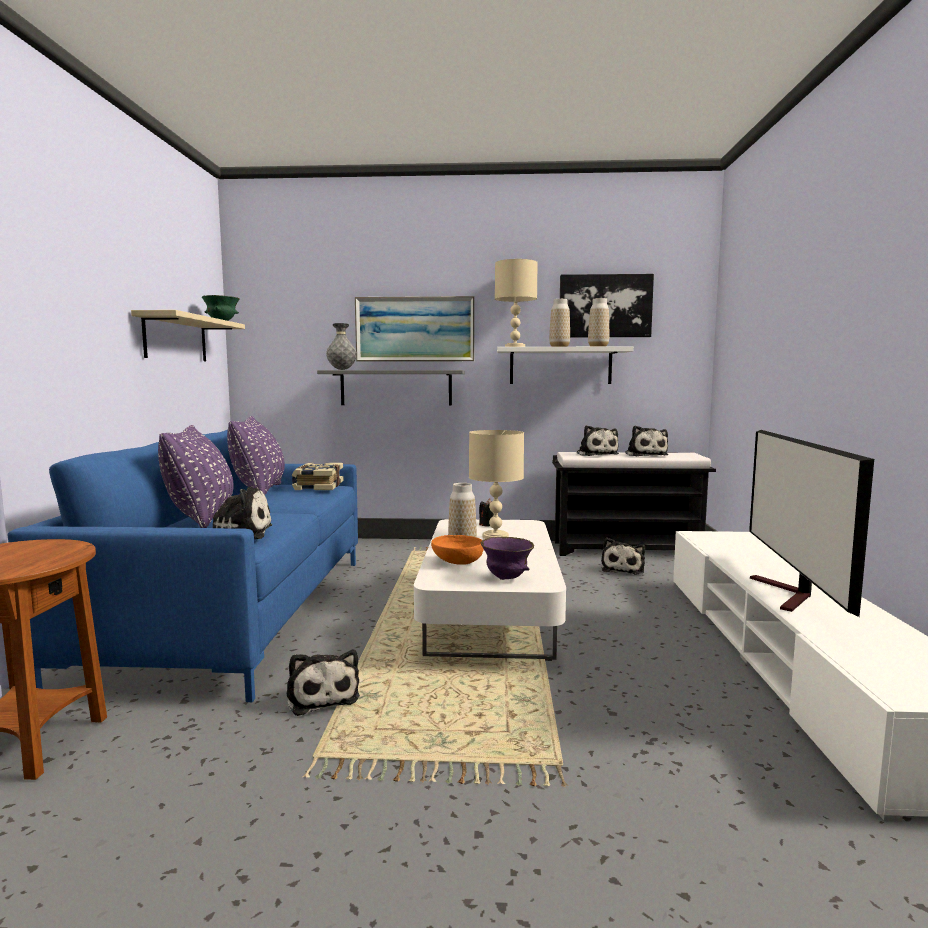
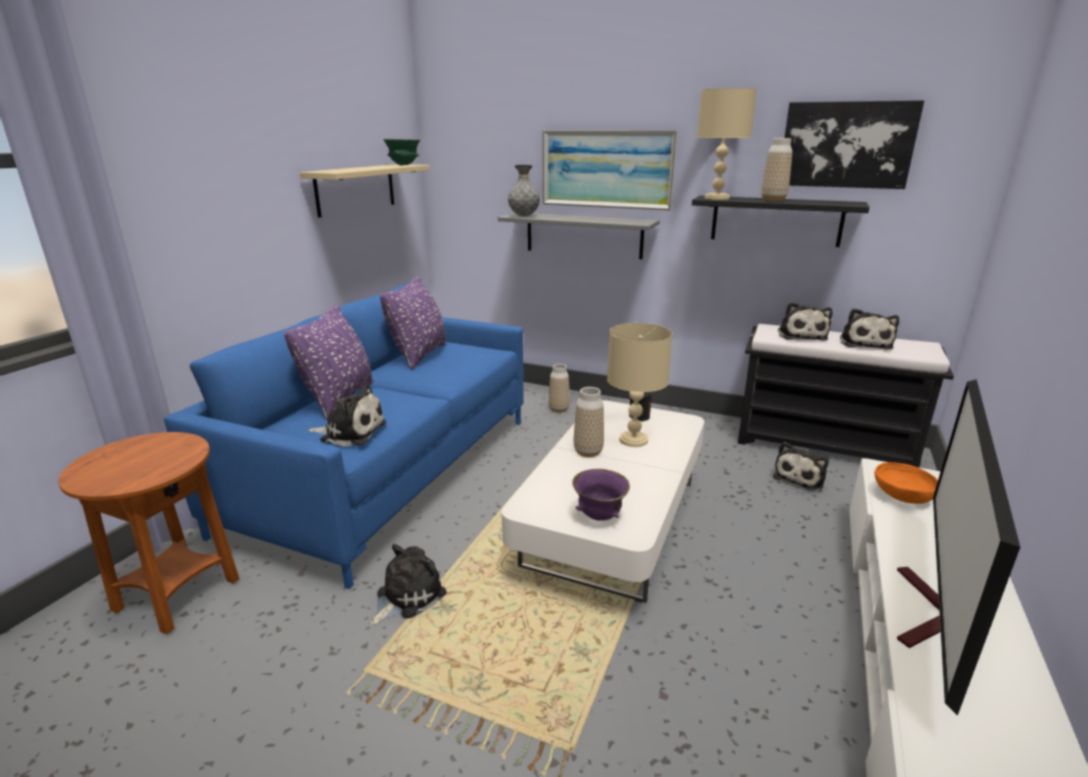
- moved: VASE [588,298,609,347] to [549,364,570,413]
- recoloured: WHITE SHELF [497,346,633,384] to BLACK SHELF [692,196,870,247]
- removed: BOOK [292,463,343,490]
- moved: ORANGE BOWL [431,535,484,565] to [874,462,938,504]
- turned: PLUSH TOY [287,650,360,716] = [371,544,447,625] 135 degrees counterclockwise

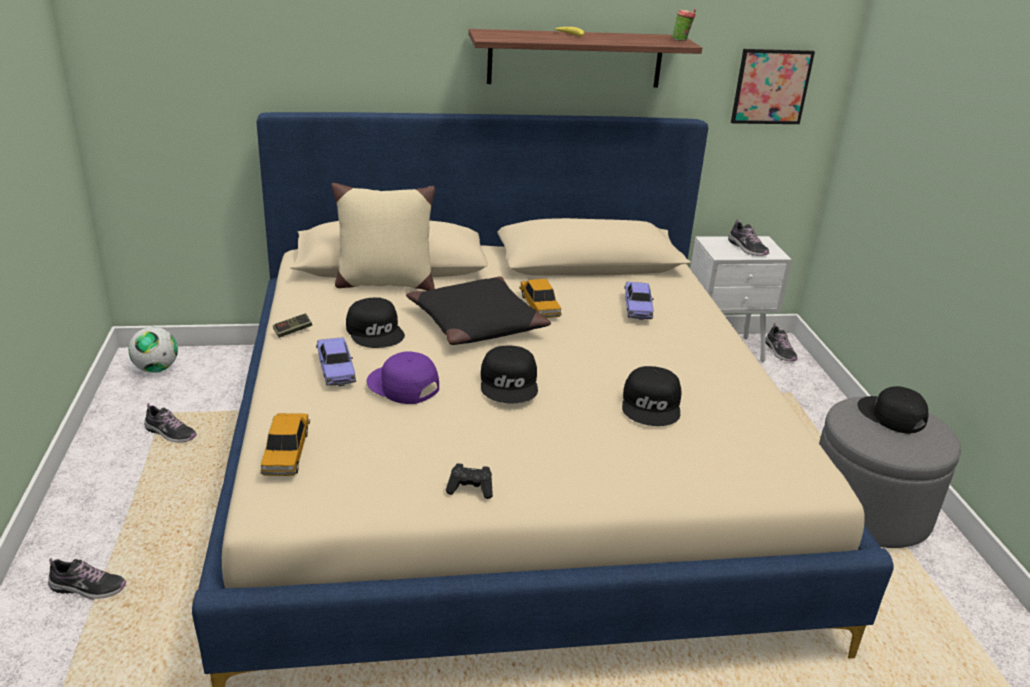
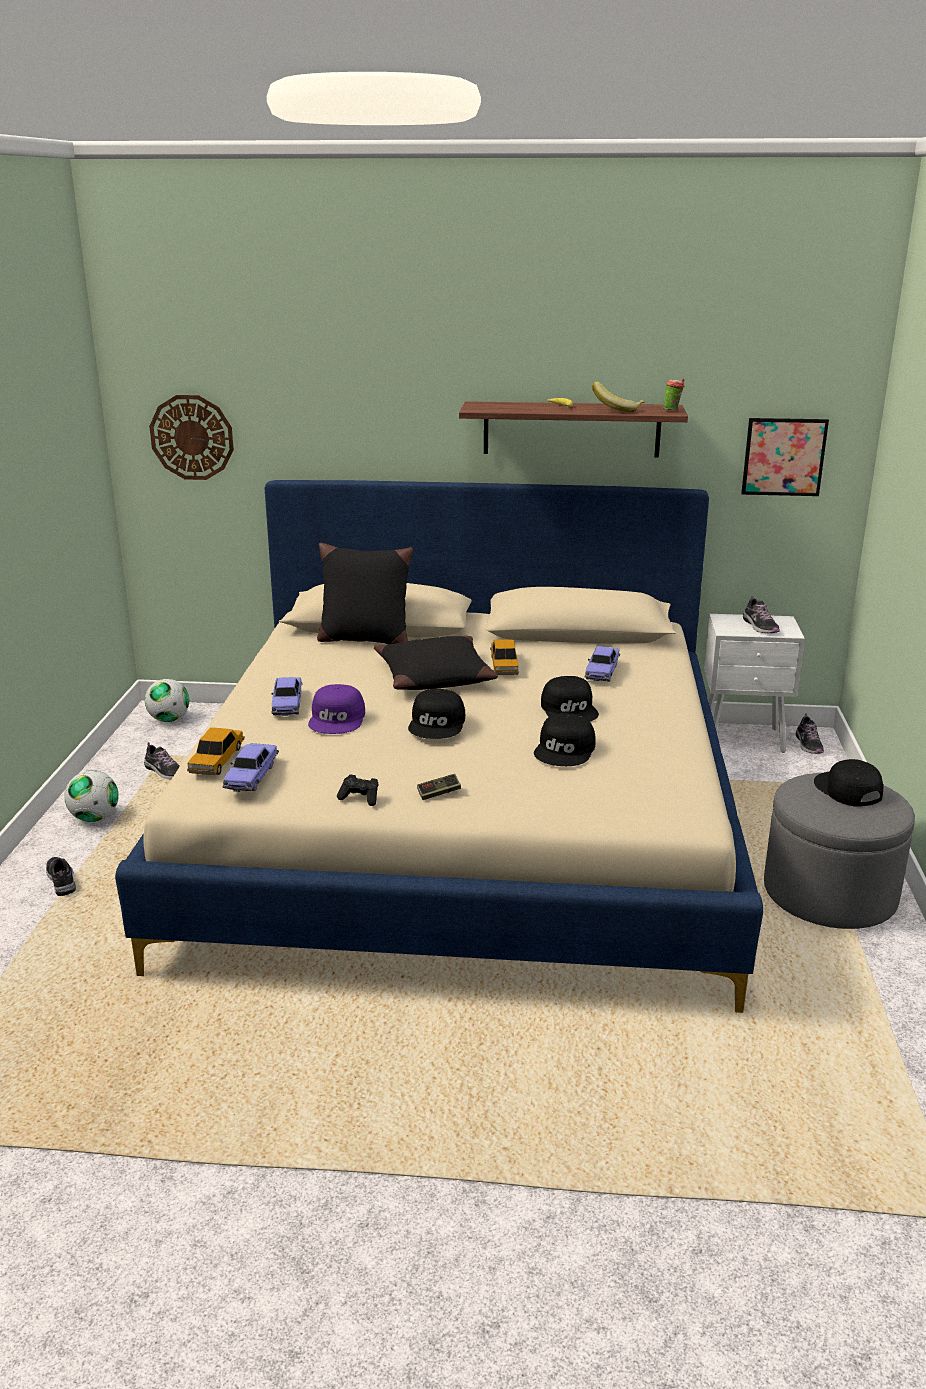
- recoloured: BEIGE PILLOW [331,183,435,291] to BLACK PILLOW [317,543,413,644]
- moved: BLACK CAP [346,297,405,348] to [541,676,599,722]
- moved: GAME CONTROLLER [273,313,312,338] to [417,774,461,800]
- turned: PURPLE CAP [367,351,439,404] = [308,684,365,734] 135 degrees counterclockwise
- turned: SHOE [48,558,126,600] = [46,857,76,896] 135 degrees counterclockwise
- added: BANANA [592,381,645,412]
- added: WALL CLOCK [149,395,234,480]
- added: TOY CAR [222,743,279,792]
- added: FOOTBALL [64,770,119,822]

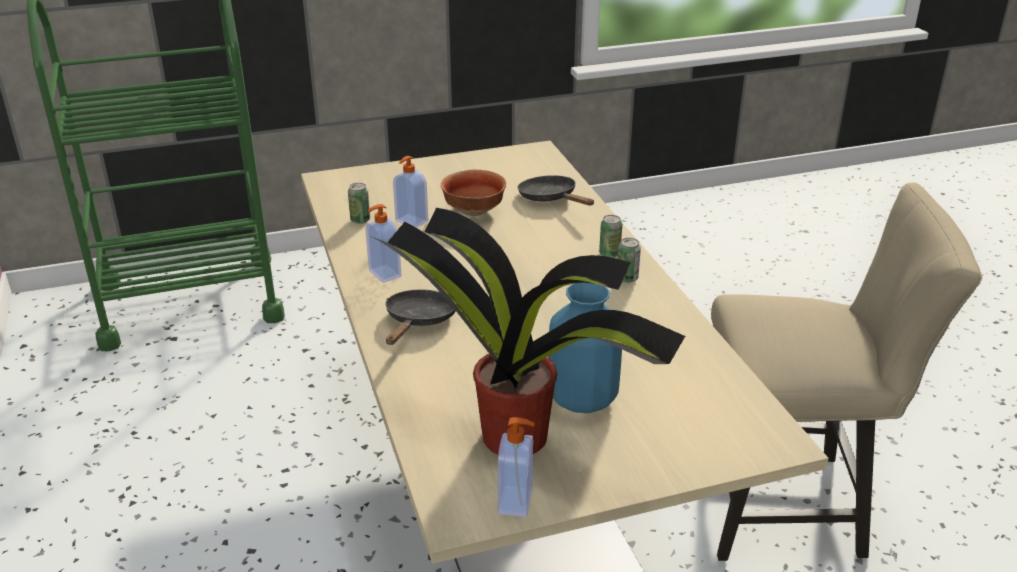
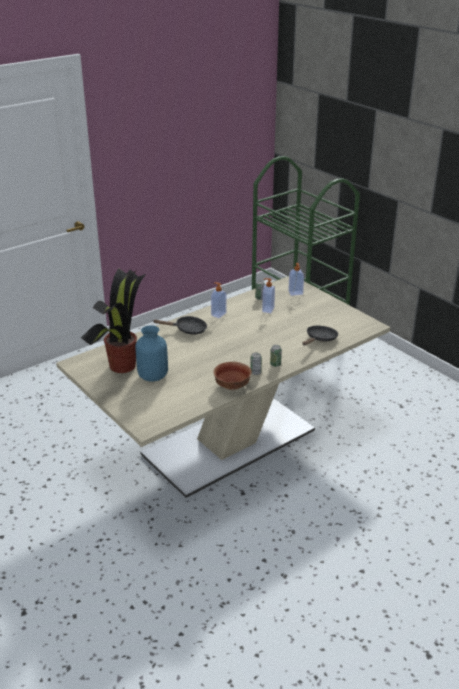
- moved: BOWL [441,170,506,216] to [213,362,252,390]
- removed: BEIGE CHAIR [711,182,982,561]
- moved: SOAP DISPENSER [498,417,535,517] to [288,263,304,296]

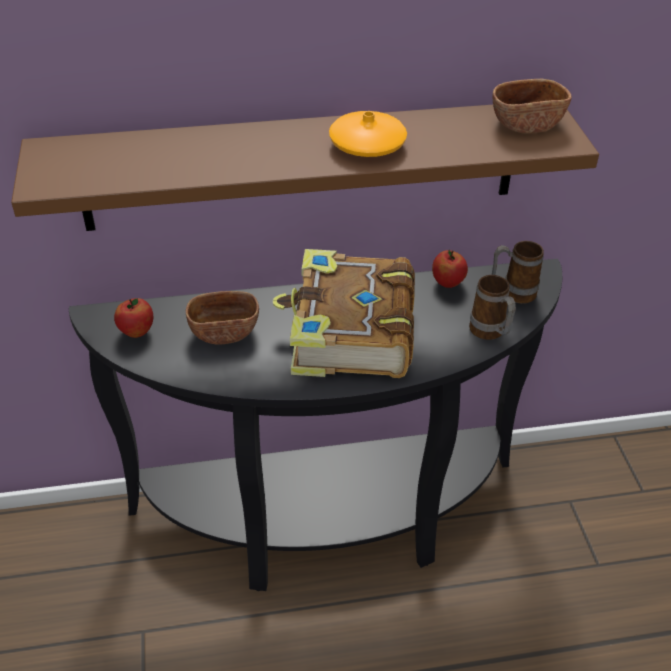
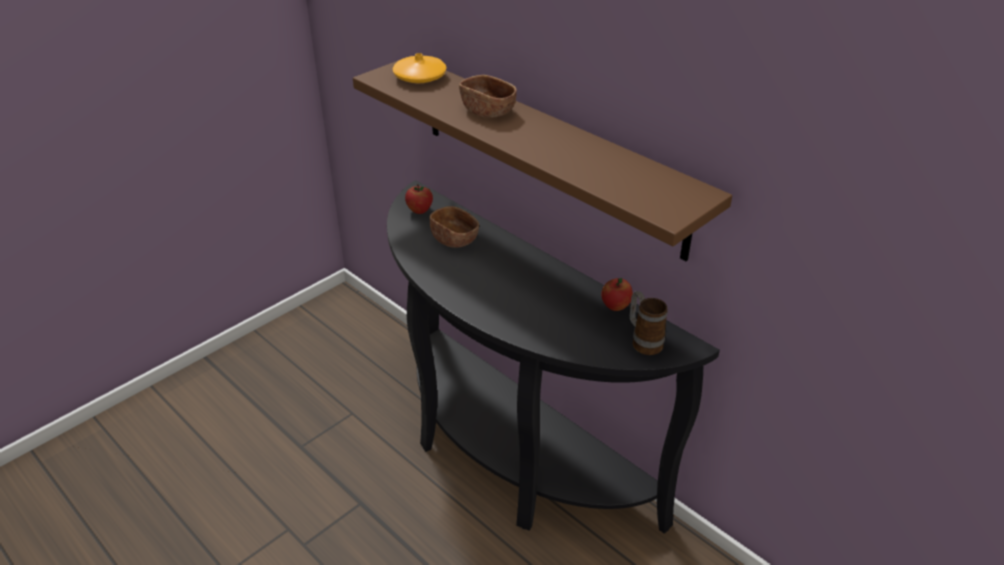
- moved: BROWN BOWL [493,79,572,133] to [459,75,517,118]
- moved: ORANGE VASE [329,111,407,157] to [392,53,447,83]
- removed: BOOK [273,249,415,378]
- removed: MUG [469,275,516,340]

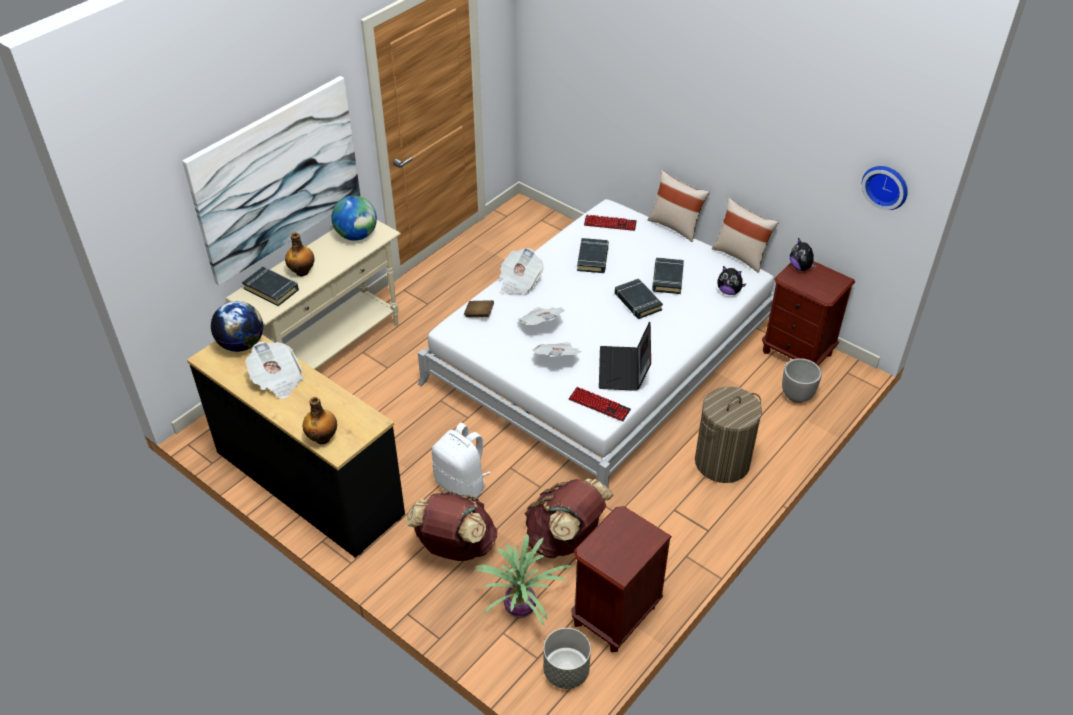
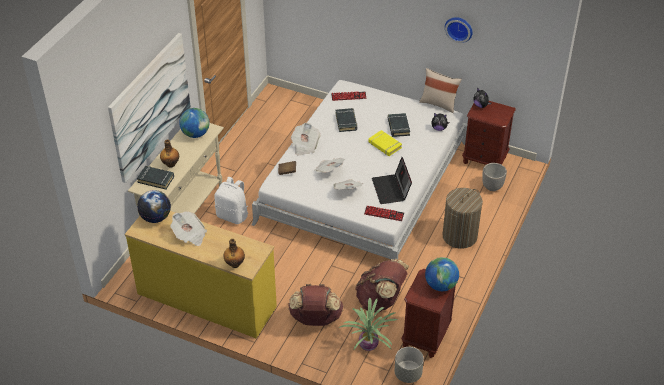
- moved: WALL CLOCK [862,166,908,210] to [445,17,472,43]
- removed: BEIGE PILLOW [647,170,710,242]
- recoloured: BLACK BOOK [615,278,663,319] to YELLOW BOOK [369,130,402,156]
- recoloured: BLACK DRESSER [187,335,405,558] to YELLOW DRESSER [125,211,277,338]
- moved: WHITE BACKPACK [432,423,490,498] to [214,177,248,224]
- added: GLOBE [425,257,459,291]

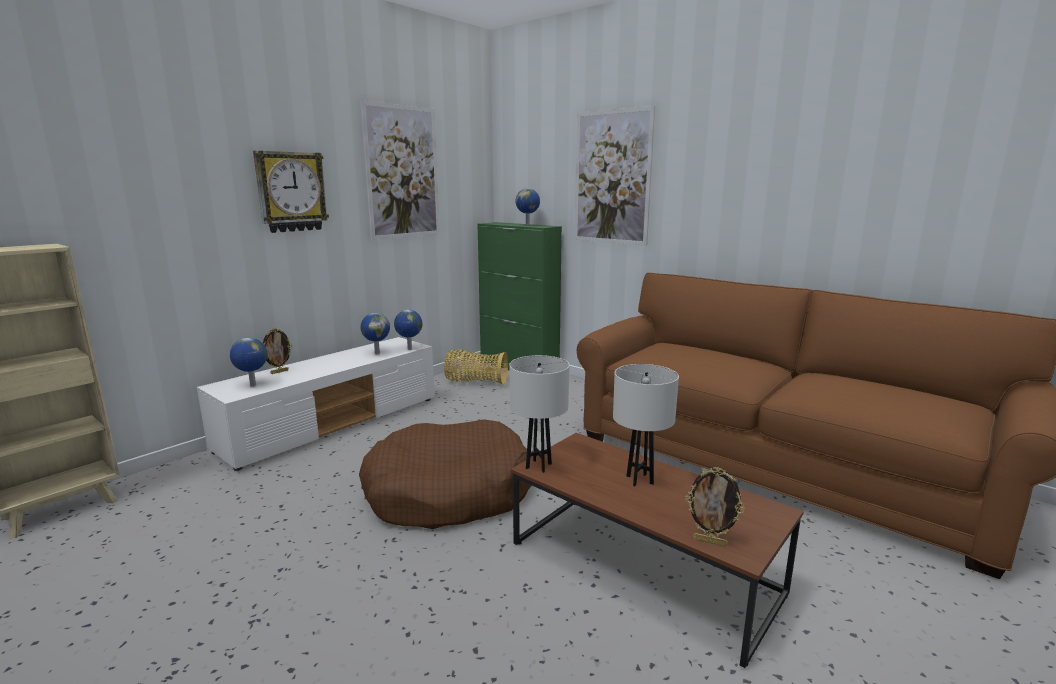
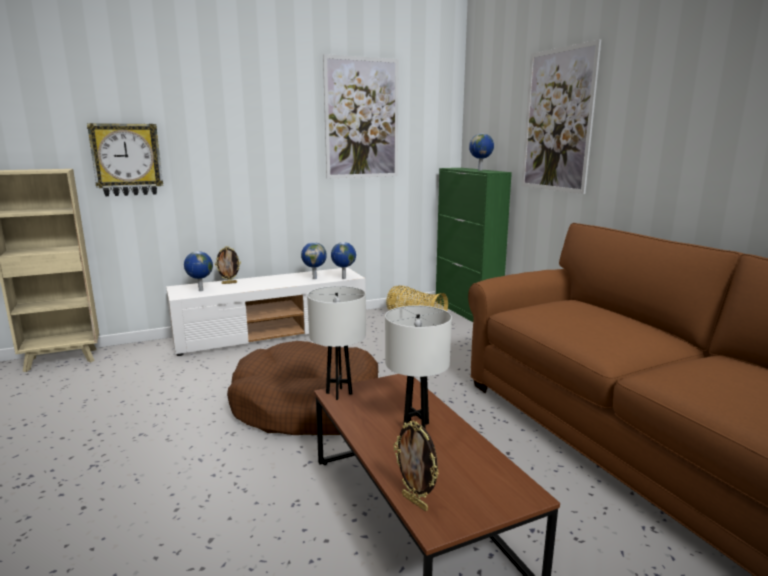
- moved: WALL CLOCK [253,151,329,233] to [87,123,163,196]

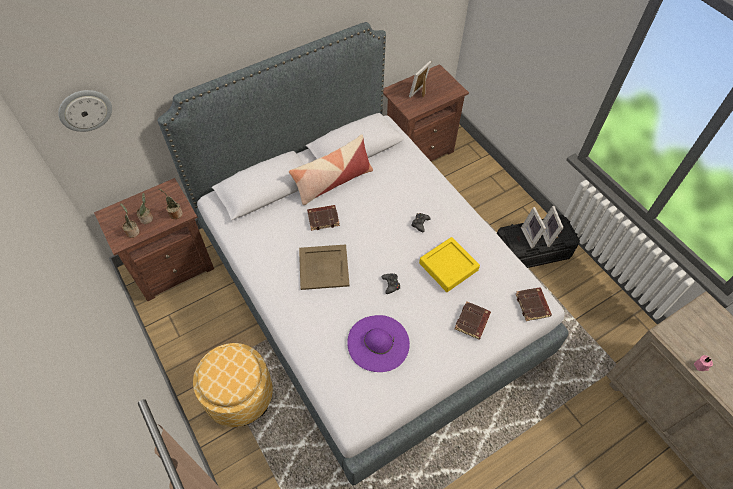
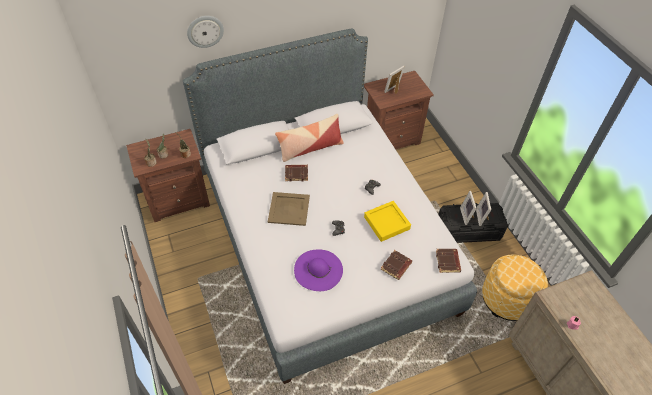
- moved: WALL CLOCK [58,90,112,132] to [187,16,224,48]
- moved: OTTOMAN [193,343,273,427] to [482,255,548,321]

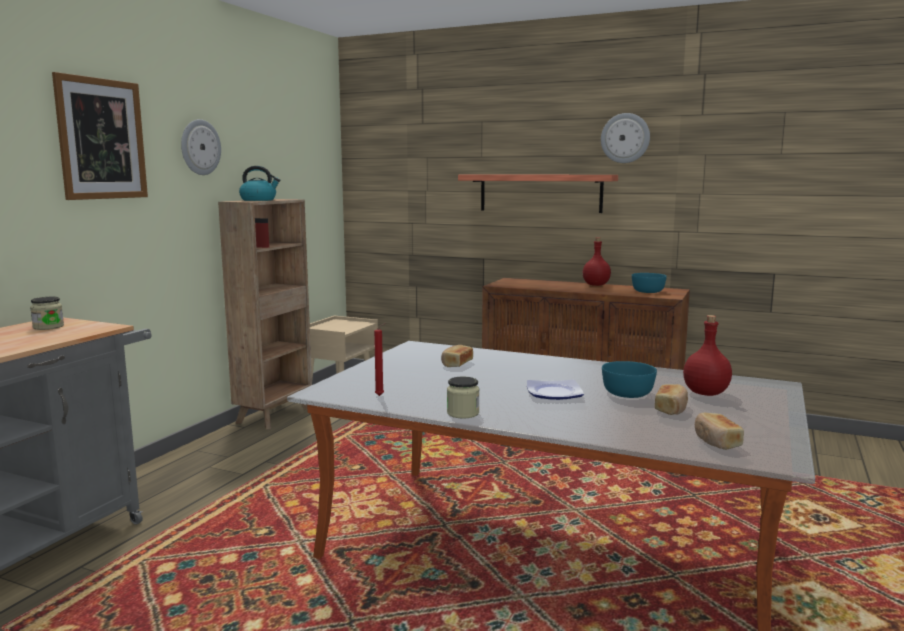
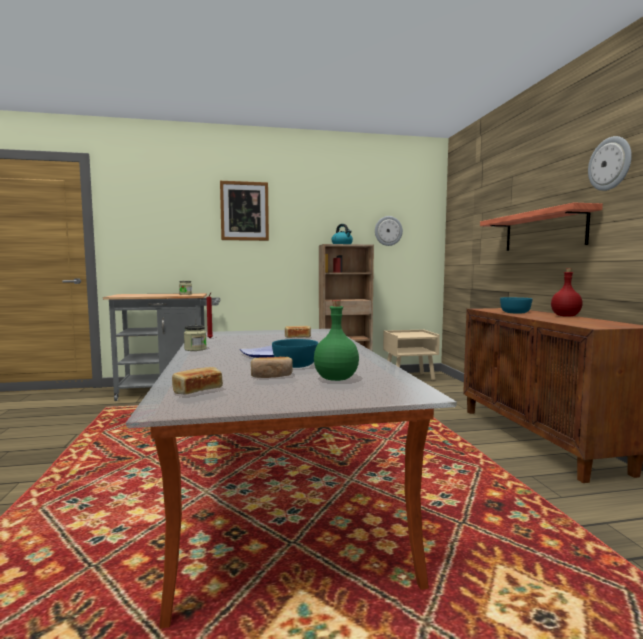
- moved: WALL CLOCK [181,119,221,175] to [375,216,403,246]
- moved: TURQUOISE BOWL [632,273,667,293] to [500,297,532,314]
- recoloured: RED BOTTLE [683,315,732,396] to GREEN BOTTLE [314,300,359,381]

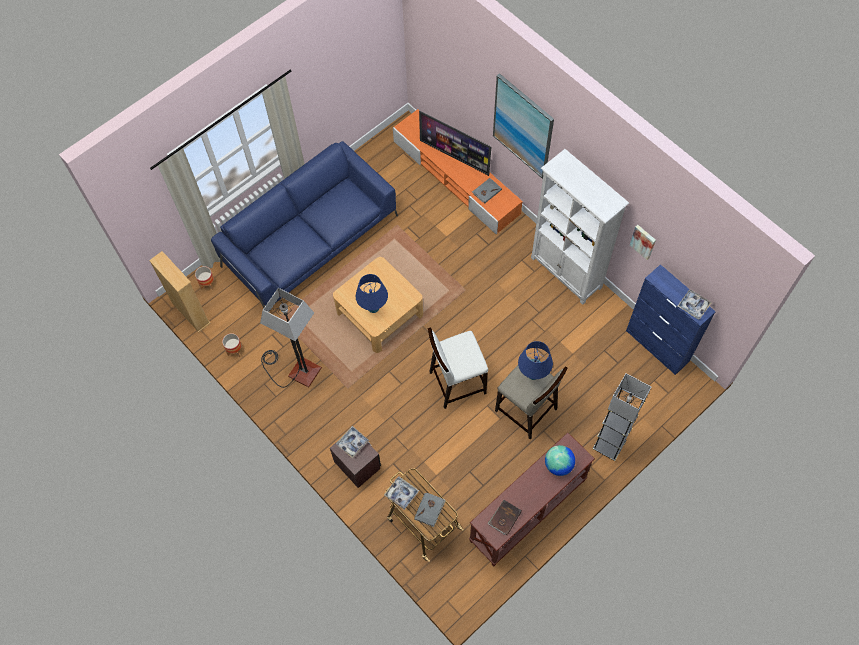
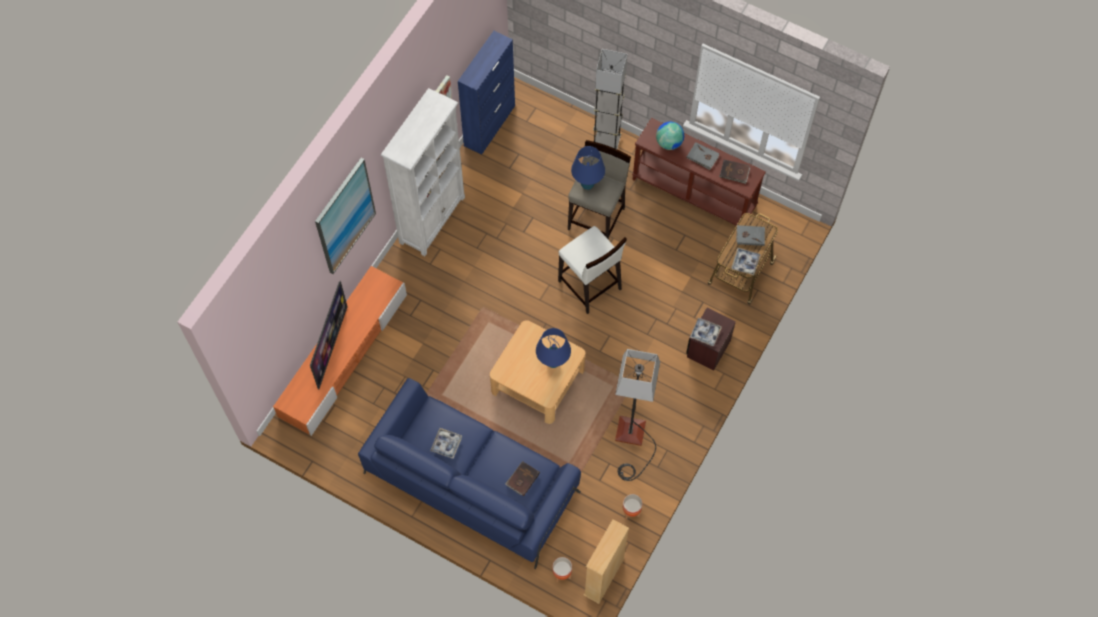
- moved: GREY BOOK [472,178,502,204] to [686,142,719,170]
- moved: TRAY [678,289,712,320] to [430,428,462,459]
- added: BROWN BOOK [505,461,540,496]

